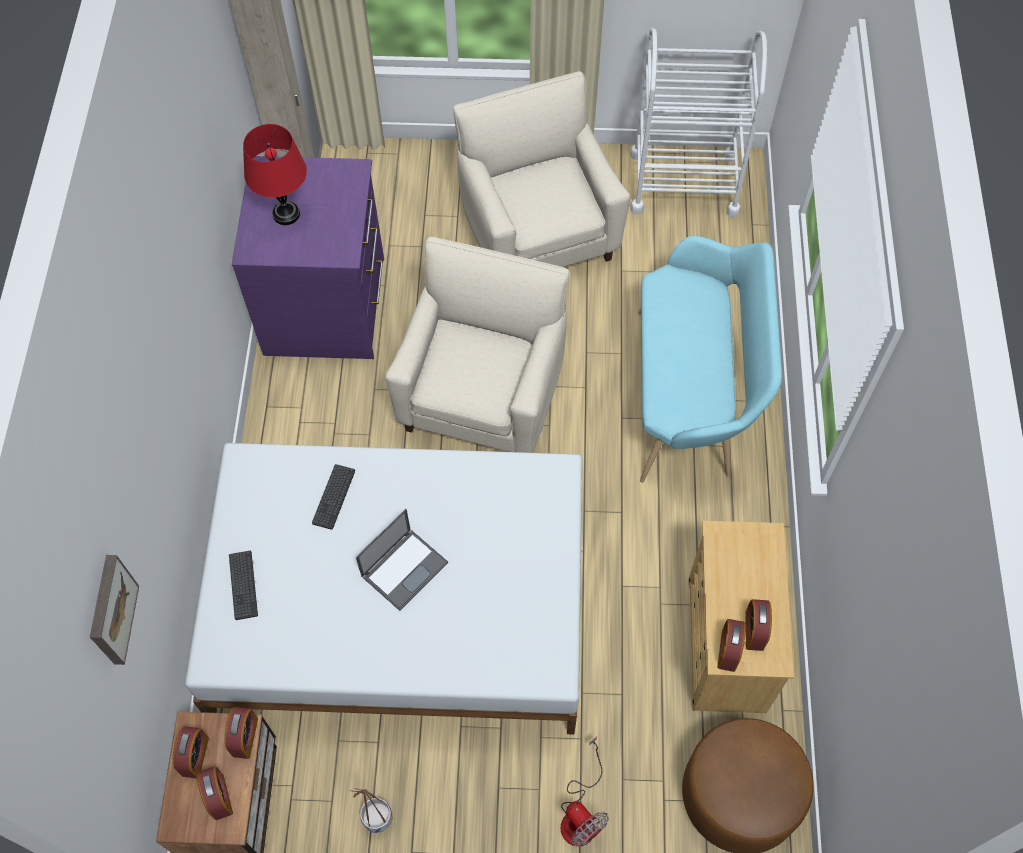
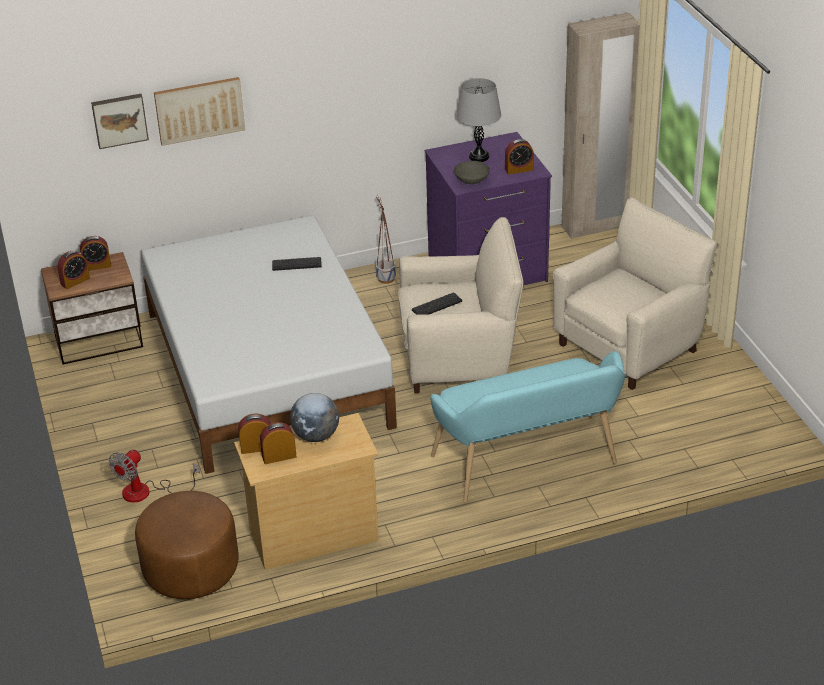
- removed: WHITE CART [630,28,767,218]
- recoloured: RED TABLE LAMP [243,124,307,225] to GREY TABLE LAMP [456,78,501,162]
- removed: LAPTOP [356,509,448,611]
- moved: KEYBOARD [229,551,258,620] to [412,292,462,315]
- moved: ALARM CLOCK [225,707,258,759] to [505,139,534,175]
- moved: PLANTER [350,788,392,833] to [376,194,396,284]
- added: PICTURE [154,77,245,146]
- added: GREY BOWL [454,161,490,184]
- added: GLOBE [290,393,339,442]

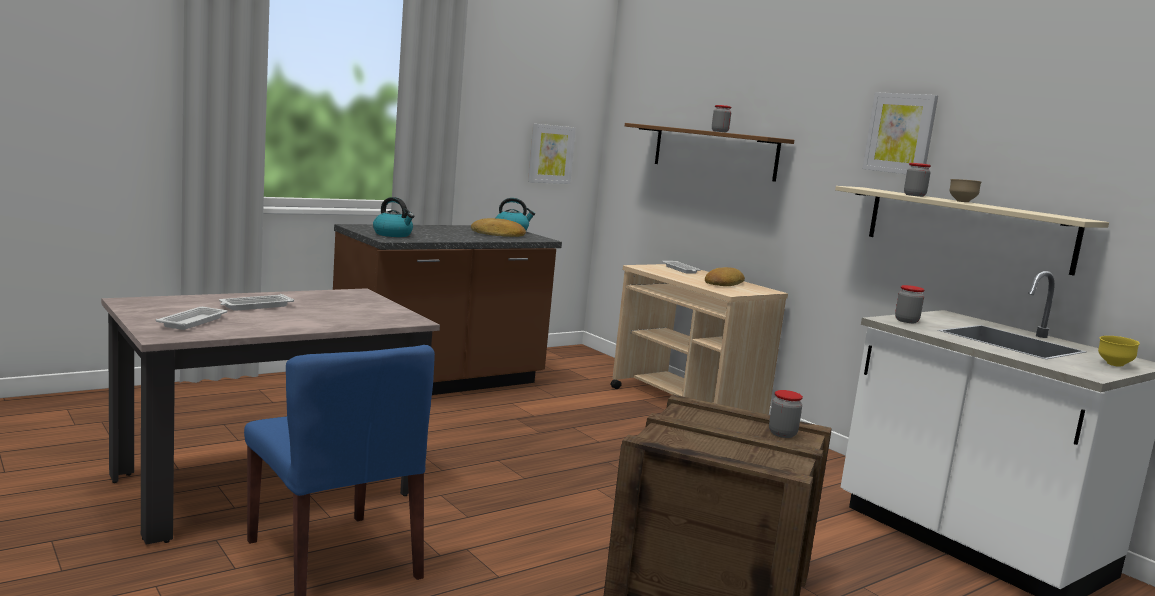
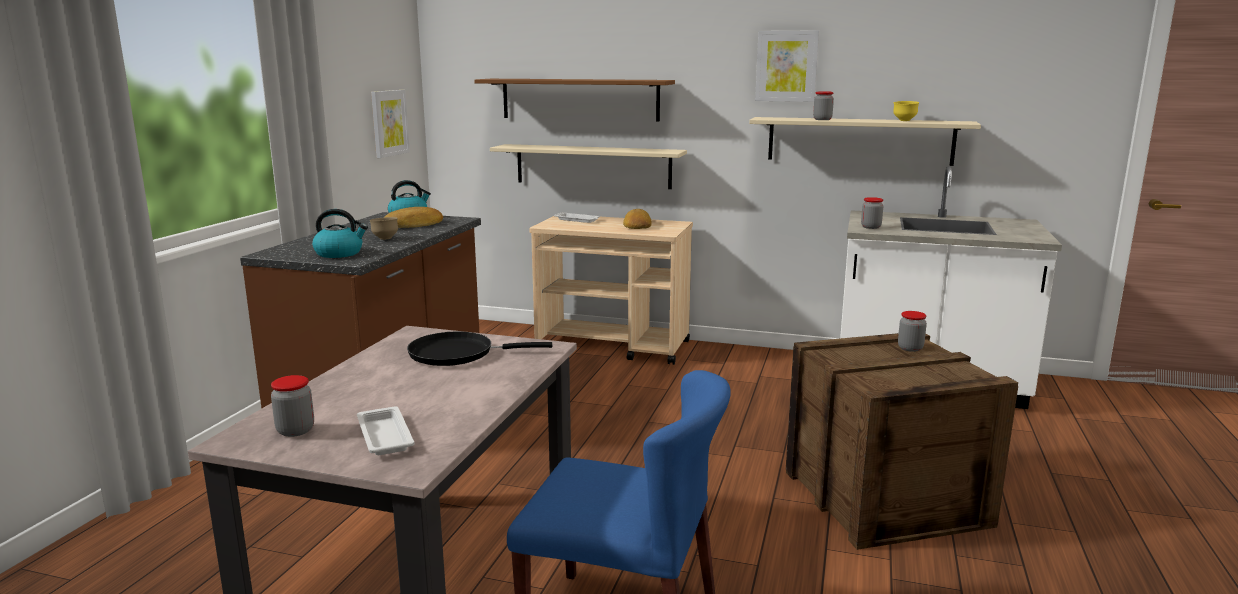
- moved: JAR [712,105,732,132] to [271,375,314,437]
- moved: BROWN BOWL [949,179,981,202] to [370,217,398,240]
- removed: WHITE TRAY [219,294,294,311]
- moved: YELLOW BOWL [1098,336,1140,367] to [893,101,919,121]
- added: BEIGE SHELF [490,144,687,189]
- added: BLACK FRYING PAN [407,332,552,366]

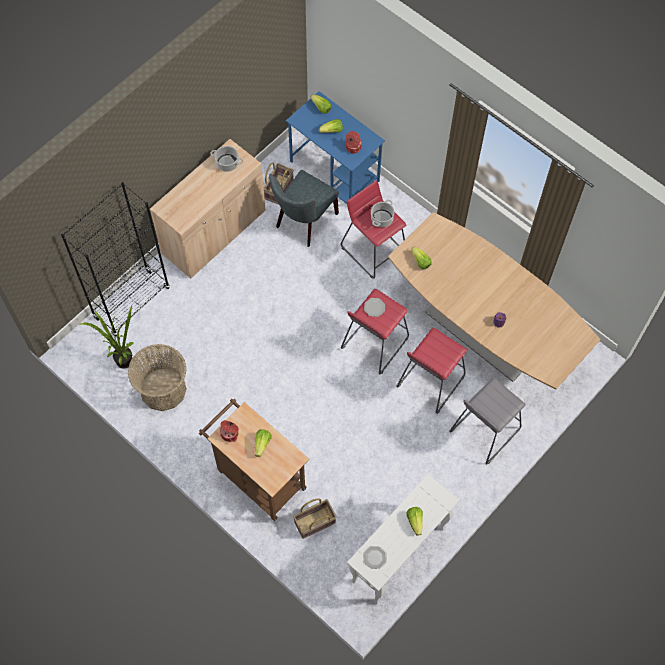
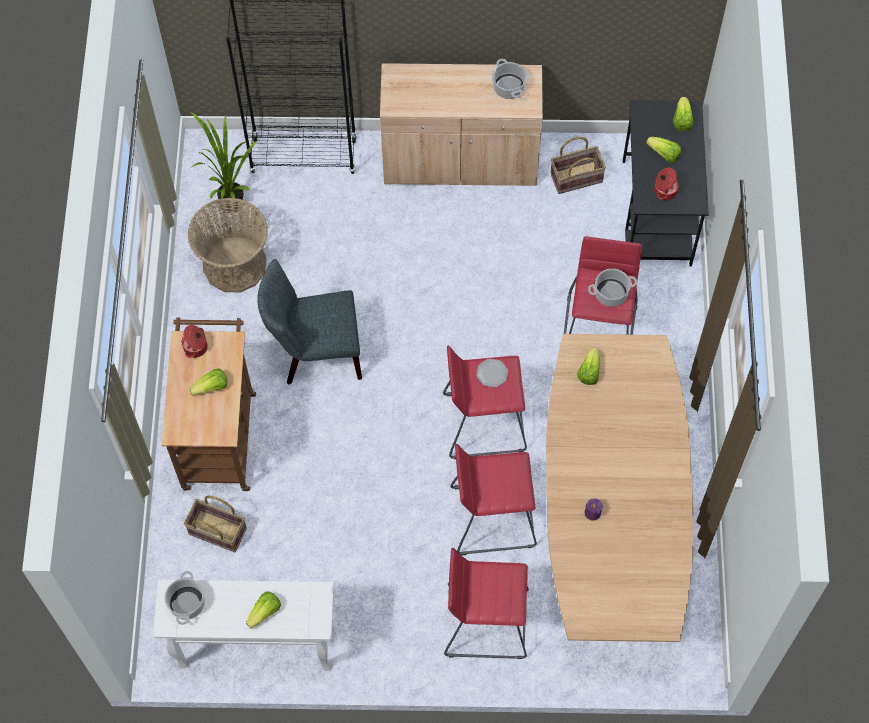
- recoloured: BLUE DESK [286,91,385,204] to BLACK DESK [623,100,709,266]
- moved: GREY CHAIR [269,170,339,247] to [257,259,362,385]
- recoloured: GREY STOOL [449,378,526,464] to RED STOOL [444,548,529,659]
- replaced: PLATE [363,546,387,569] to COOKING POT [165,571,205,625]

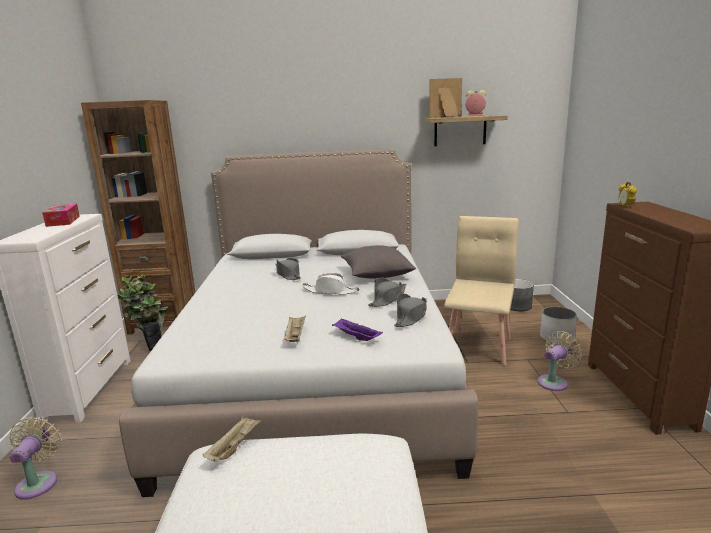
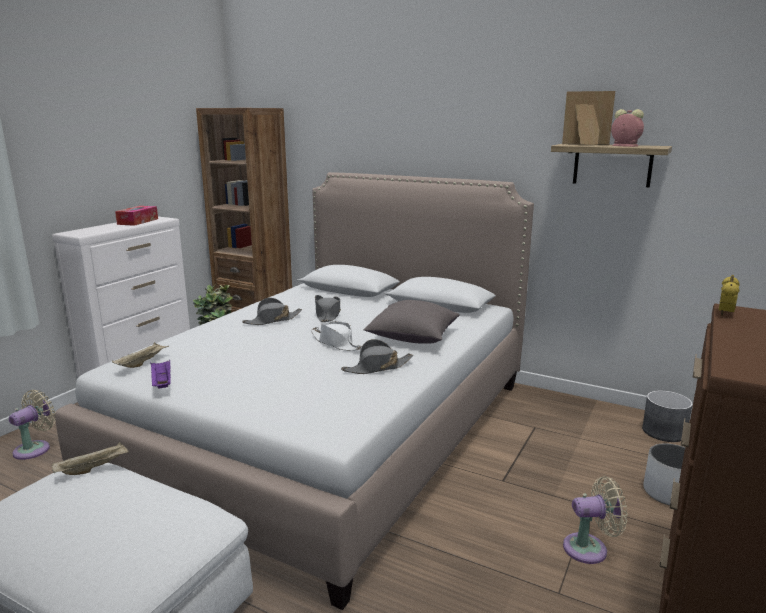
- removed: BEIGE CHAIR [444,216,519,366]
- moved: GREY HAT [394,293,427,327] to [242,298,302,325]
- moved: BEIGE TRAY [284,316,306,342] to [112,342,169,368]
- moved: PURPLE TRAY [332,318,383,341] to [150,360,171,389]

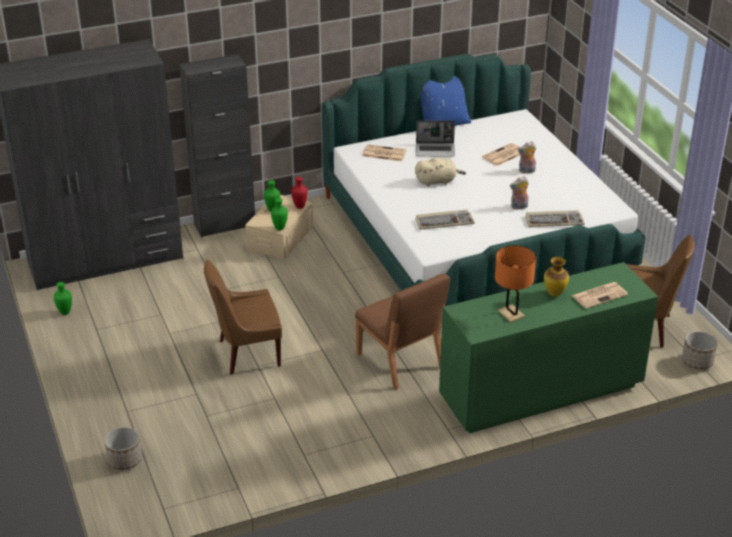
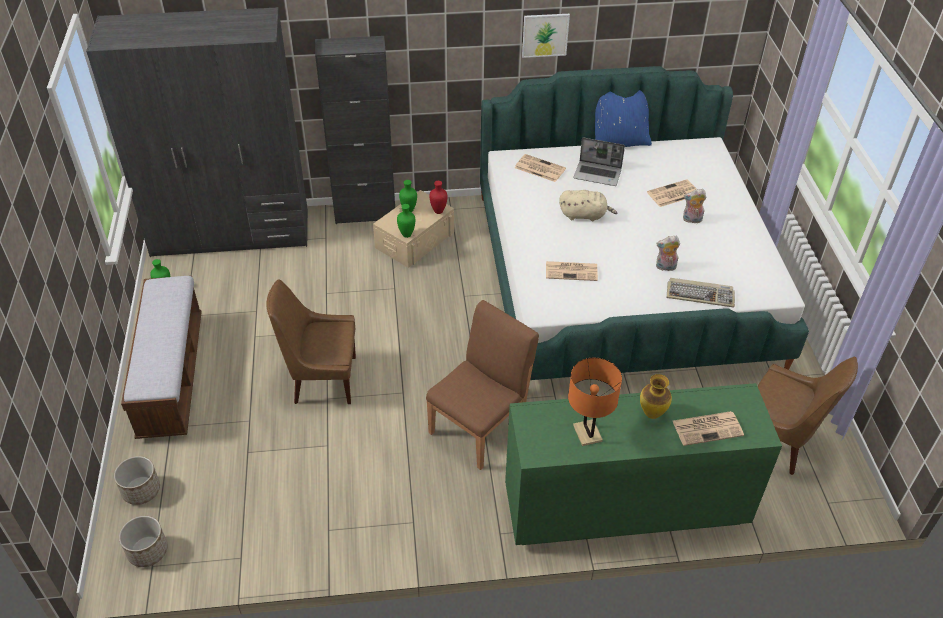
- replaced: KEYBOARD [416,210,475,230] to NEWSPAPER [546,261,598,281]
- turned: BROWN CHAIR [355,273,450,390] = [426,300,539,470] 120 degrees counterclockwise
- moved: PLANTER [682,331,718,370] to [119,516,168,567]
- added: PICTURE [522,14,570,58]
- added: BENCH [121,276,202,439]

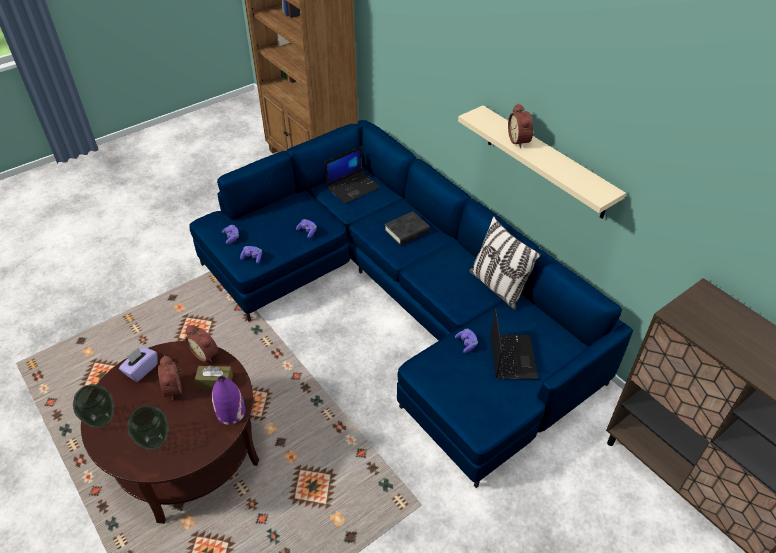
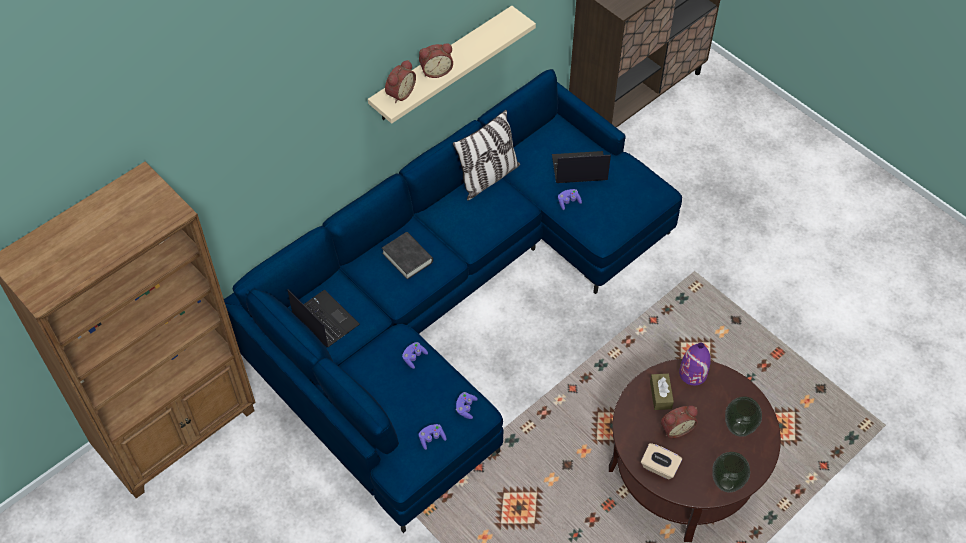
- moved: ALARM CLOCK [185,325,218,362] to [385,60,416,103]
- recoloured: PURPLE TISSUE BOX [119,347,158,382] to BEIGE TISSUE BOX [641,443,682,480]

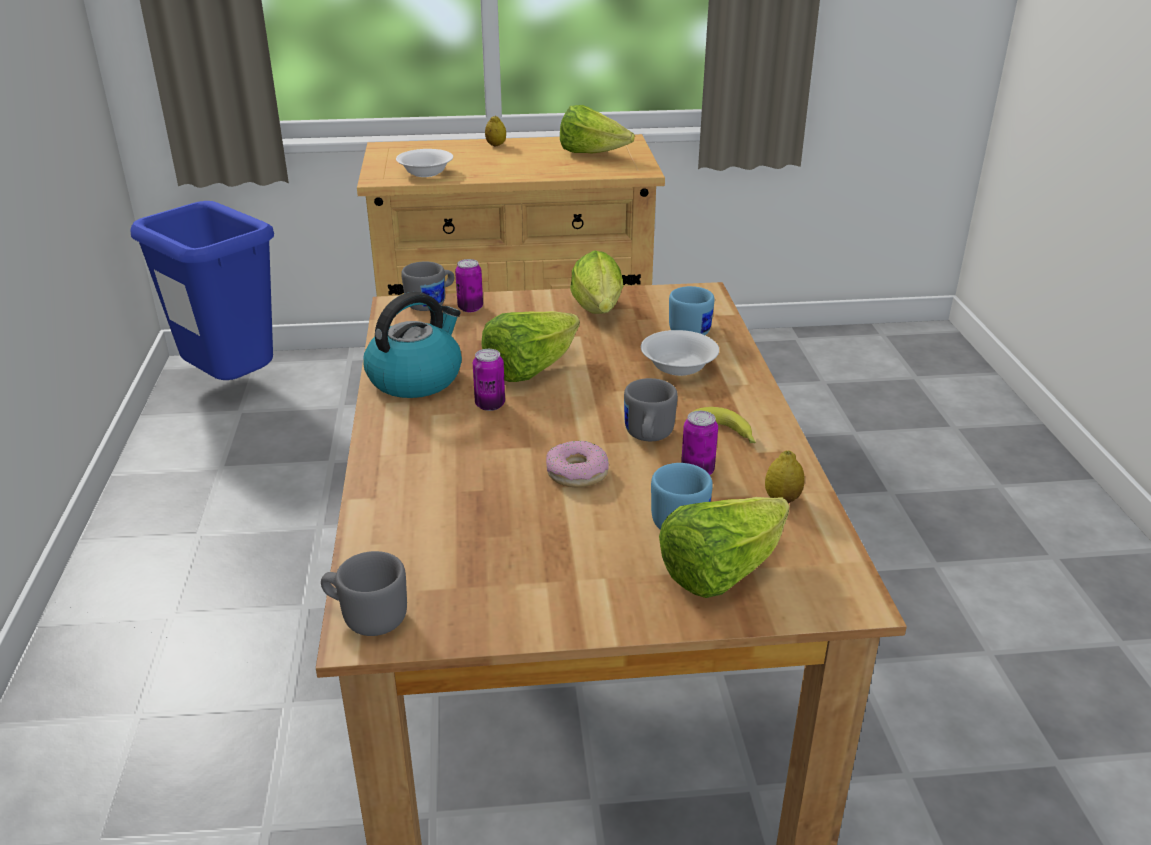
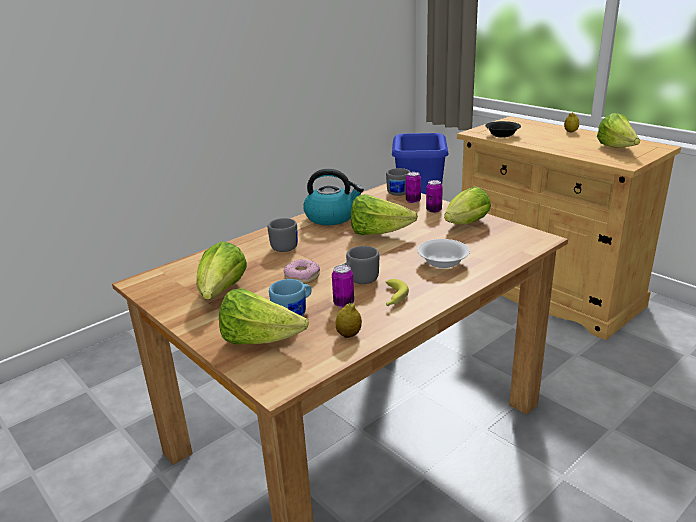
- recoloured: WHITE BOWL [396,149,453,177] to BLACK BOWL [485,121,521,137]
- removed: BLUE MUG [669,286,714,335]
- moved: CAN [473,349,505,411] to [426,180,443,213]
- moved: GREY MUG [321,551,407,636] to [268,218,298,252]
- added: LETTUCE [197,241,247,299]

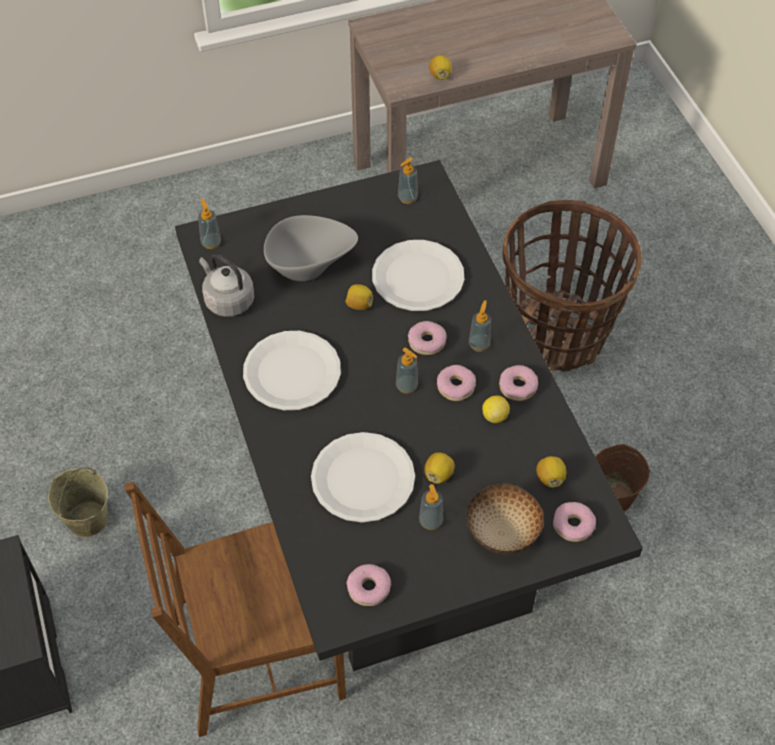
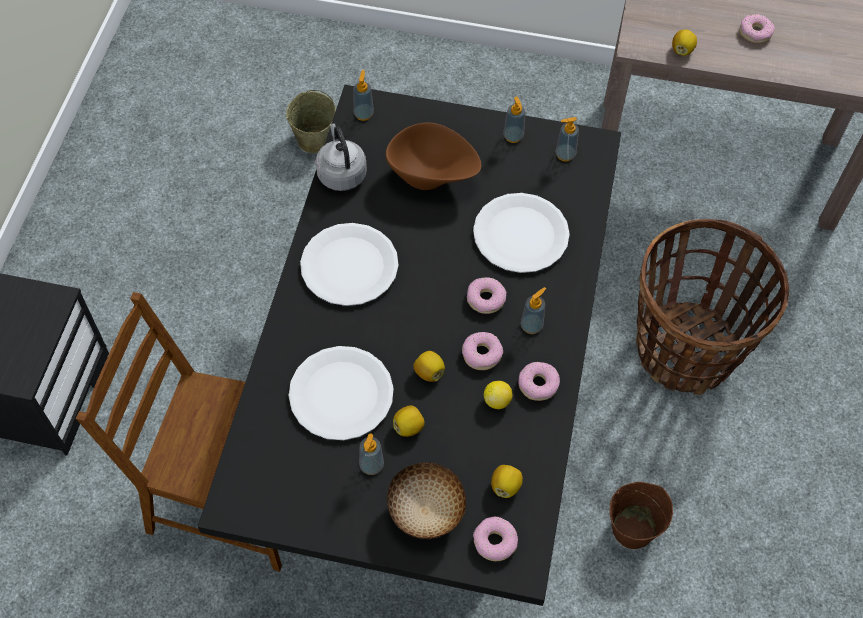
- recoloured: GREY BOWL [264,215,358,281] to BROWN BOWL [386,123,481,190]
- moved: LEMON [345,284,373,310] to [413,351,445,382]
- moved: SOAP DISPENSER [396,348,418,394] to [503,97,525,143]
- moved: BEIGE BUCKET [48,467,108,537] to [286,90,336,153]
- moved: DONUT [346,564,391,606] to [740,14,775,43]

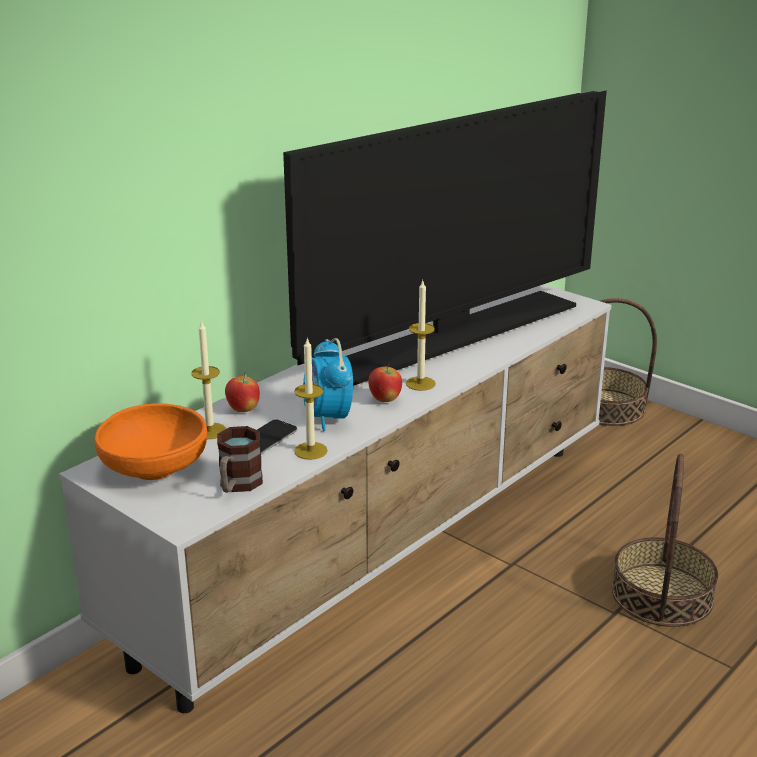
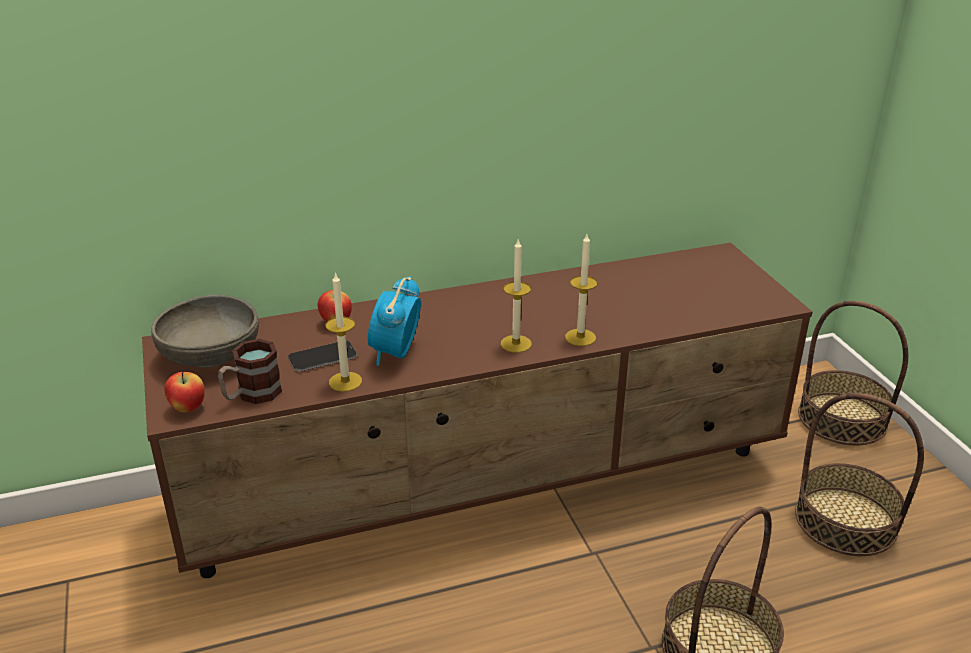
- removed: TELEVISION [283,90,607,386]
- recoloured: WHITE TV STAND [59,284,612,713] to BROWN TV STAND [142,243,813,578]
- moved: CANDLE [192,320,226,439] to [565,234,598,346]
- moved: APPLE [368,364,402,402] to [165,372,205,412]
- recoloured: ORANGE BOWL [95,403,207,480] to GREY BOWL [151,295,259,368]
- added: BASKET [795,393,924,556]

